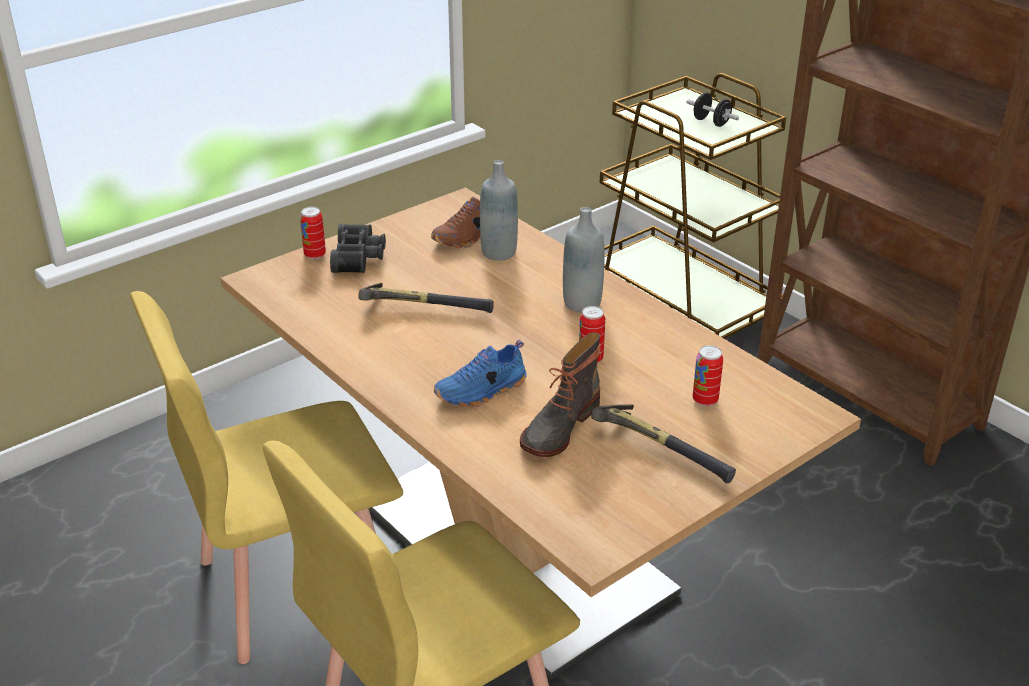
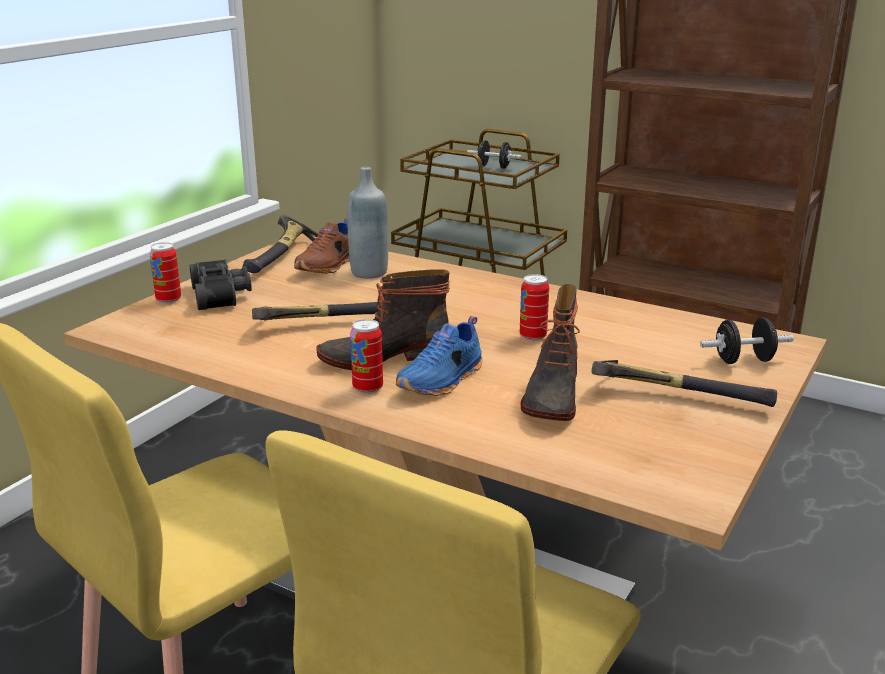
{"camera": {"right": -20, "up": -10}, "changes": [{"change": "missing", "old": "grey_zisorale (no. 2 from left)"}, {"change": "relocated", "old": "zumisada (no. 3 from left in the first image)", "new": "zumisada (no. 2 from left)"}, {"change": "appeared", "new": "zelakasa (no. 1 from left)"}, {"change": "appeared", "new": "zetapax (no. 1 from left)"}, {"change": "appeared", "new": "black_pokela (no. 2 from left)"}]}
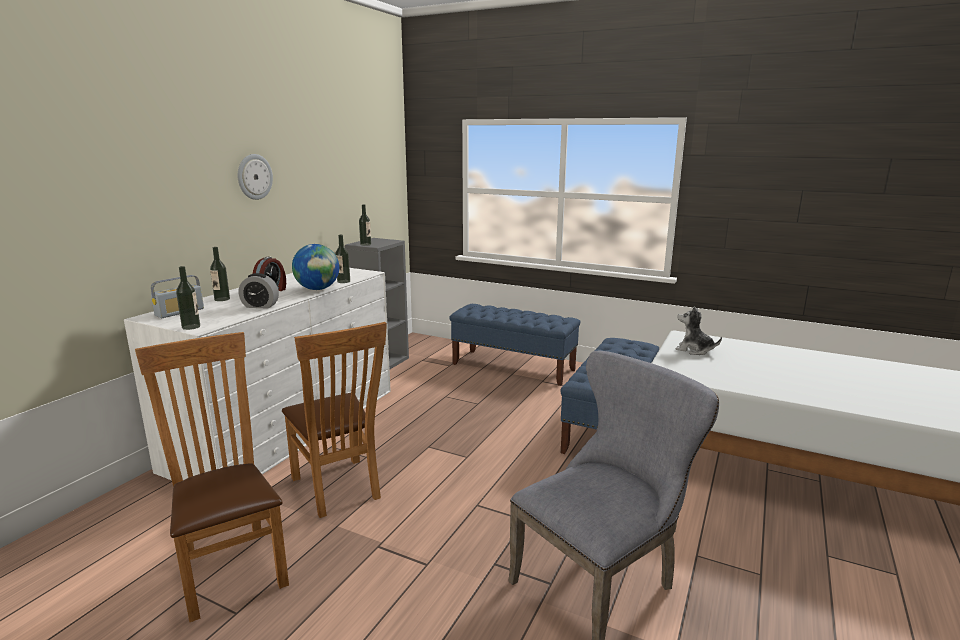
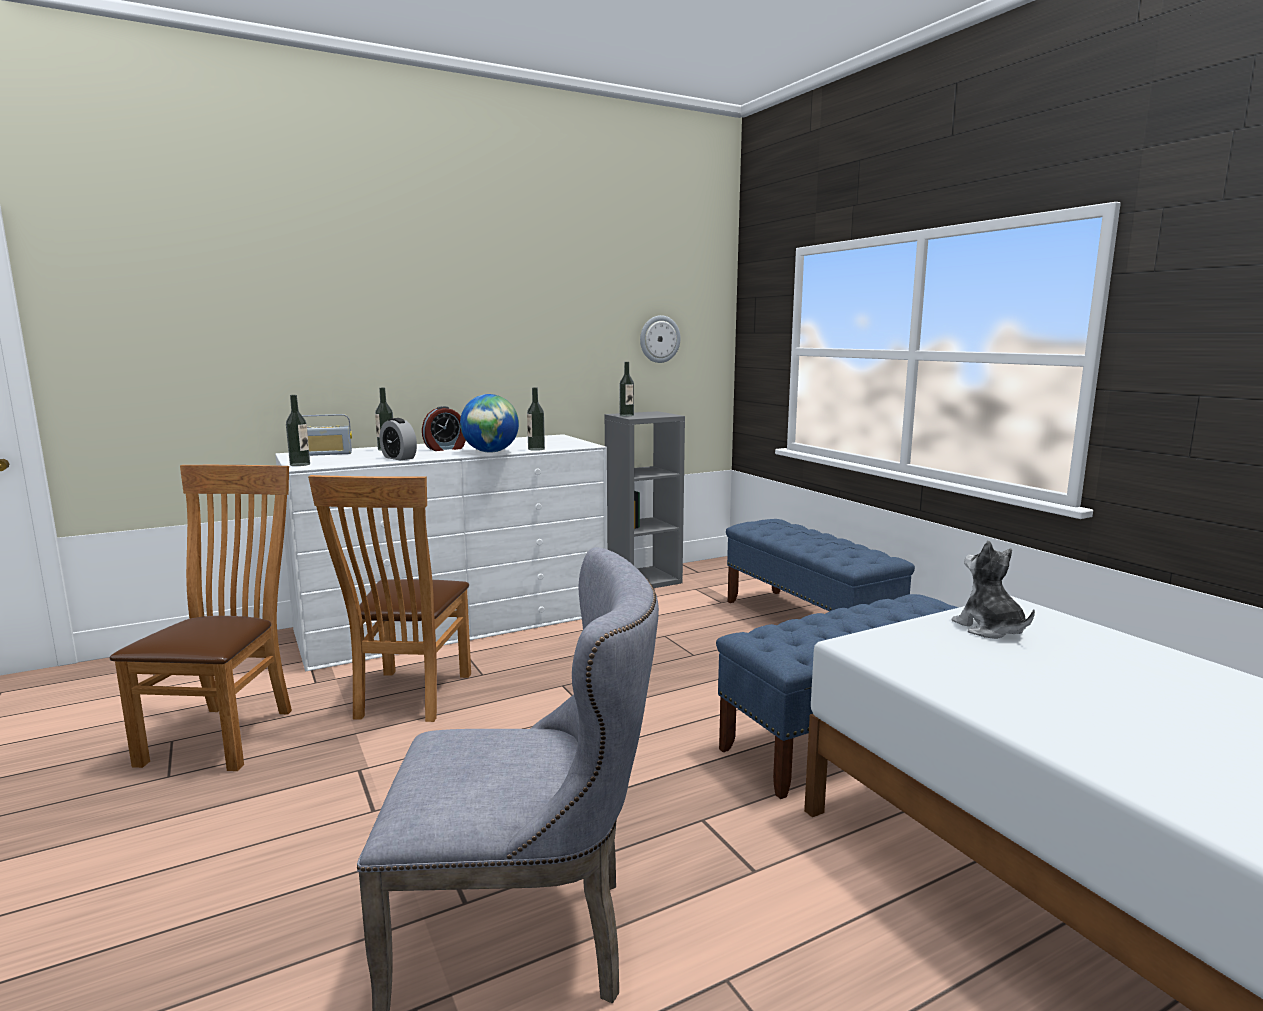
{"camera": {"right": 35, "up": -5}, "changes": [{"change": "relocated", "old": "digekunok"}]}
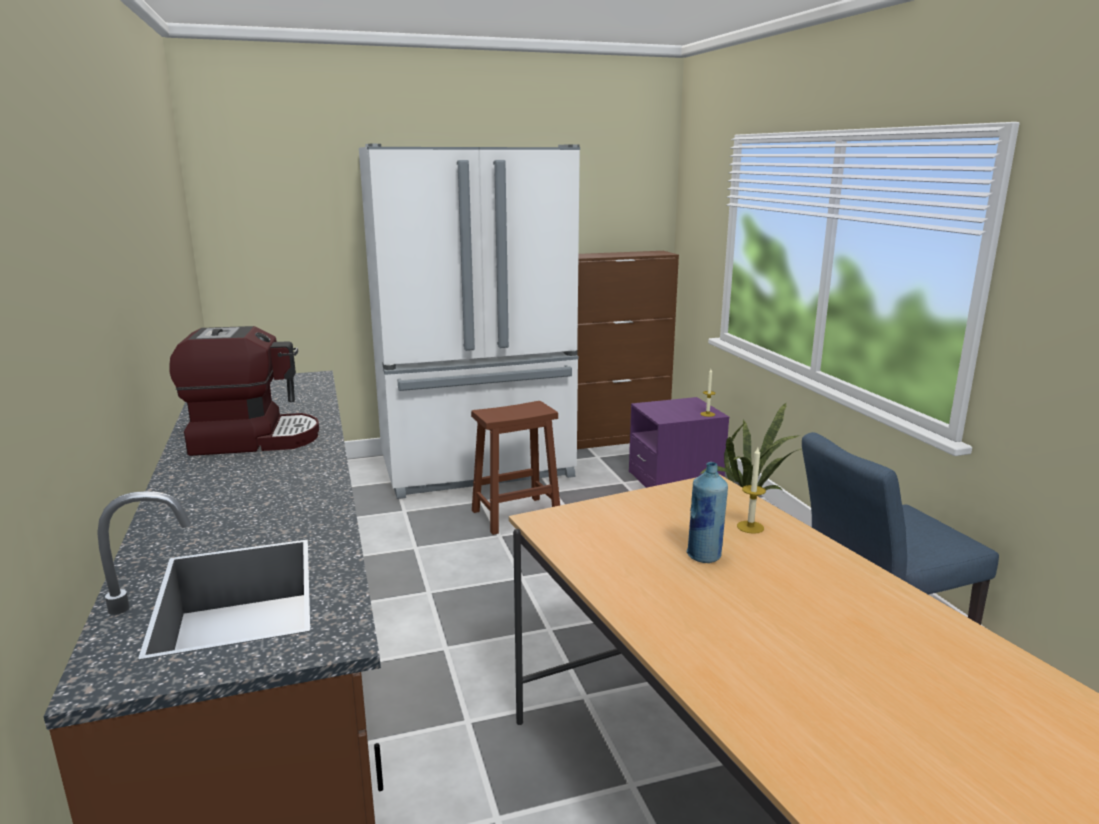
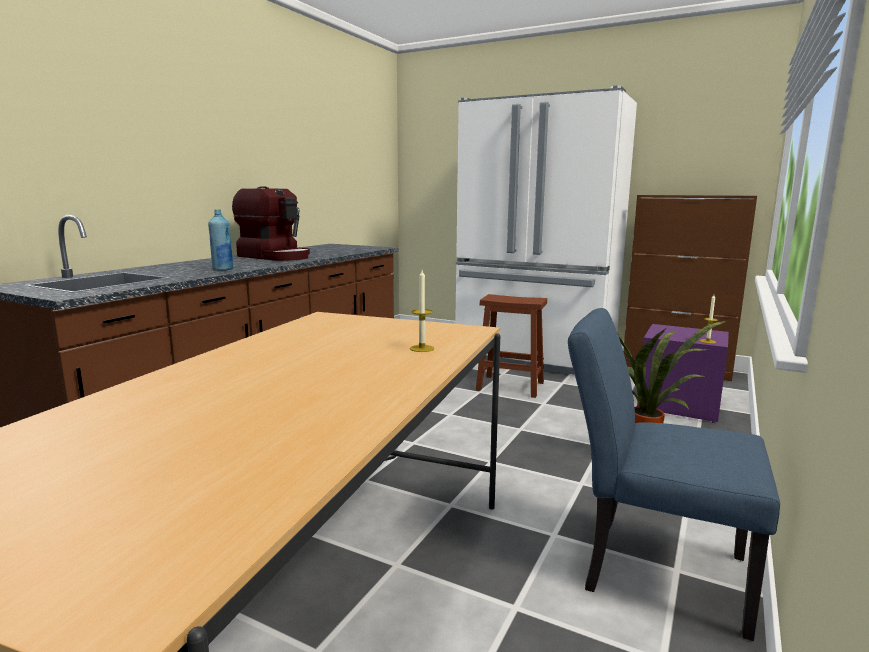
{"camera": {"right": 45, "up": -5}, "changes": [{"change": "relocated", "old": "blue_zisorale"}]}
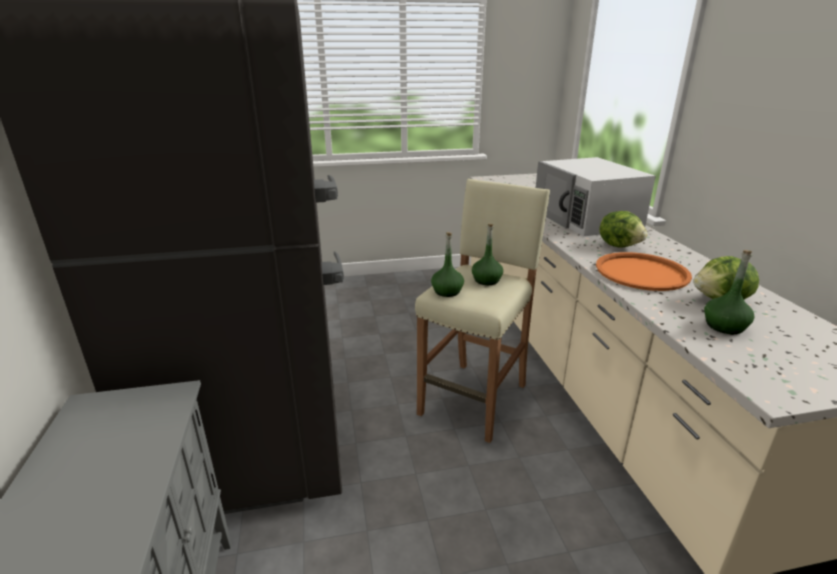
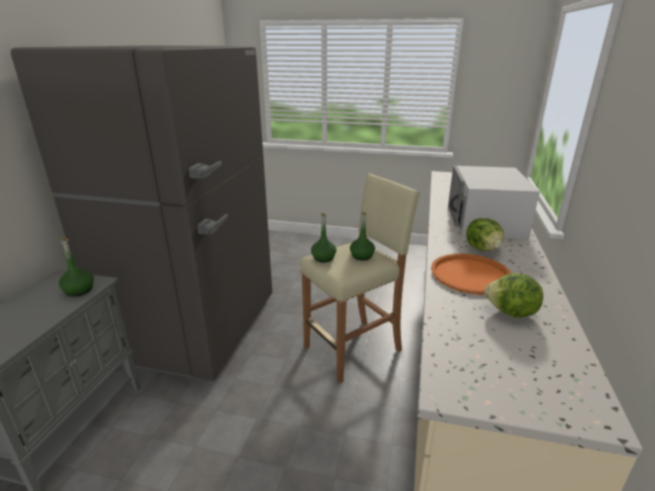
{"camera": {"right": 25, "up": 0}, "changes": [{"change": "relocated", "old": "green_zisorale (no. 3 from left in the first image)", "new": "green_zisorale (no. 1 from left)"}]}
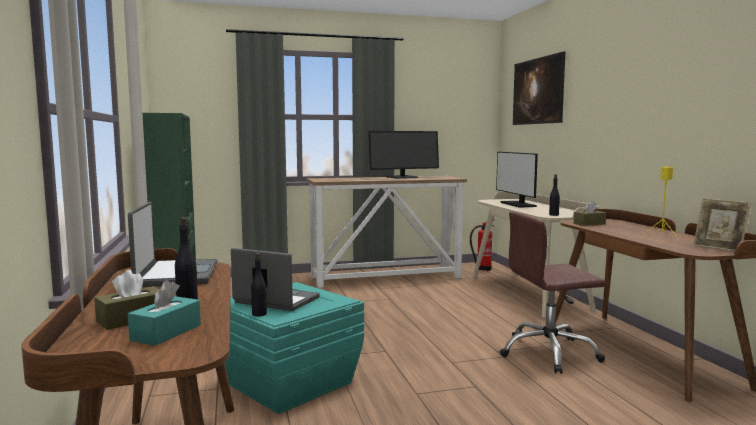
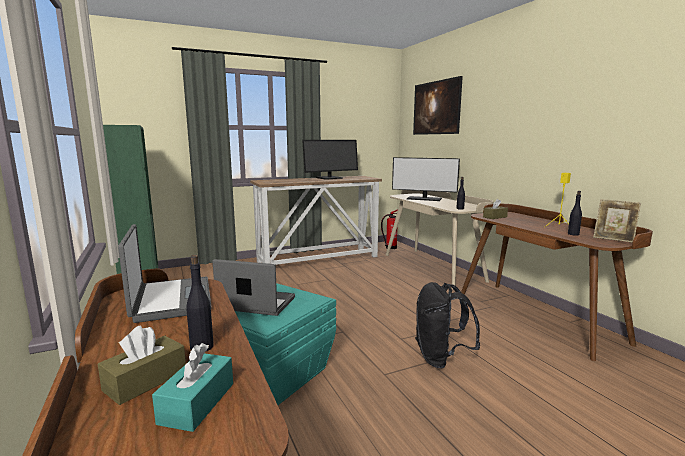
{"camera": {"right": -10, "up": 5}, "changes": [{"change": "spun", "old": "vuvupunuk (no. 2 from left)", "degrees": -45}, {"change": "missing", "old": "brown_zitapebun"}, {"change": "relocated", "old": "black_zisorale (no. 2 from left in the first image)", "new": "black_zisorale (no. 3 from left)"}, {"change": "appeared", "new": "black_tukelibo"}]}
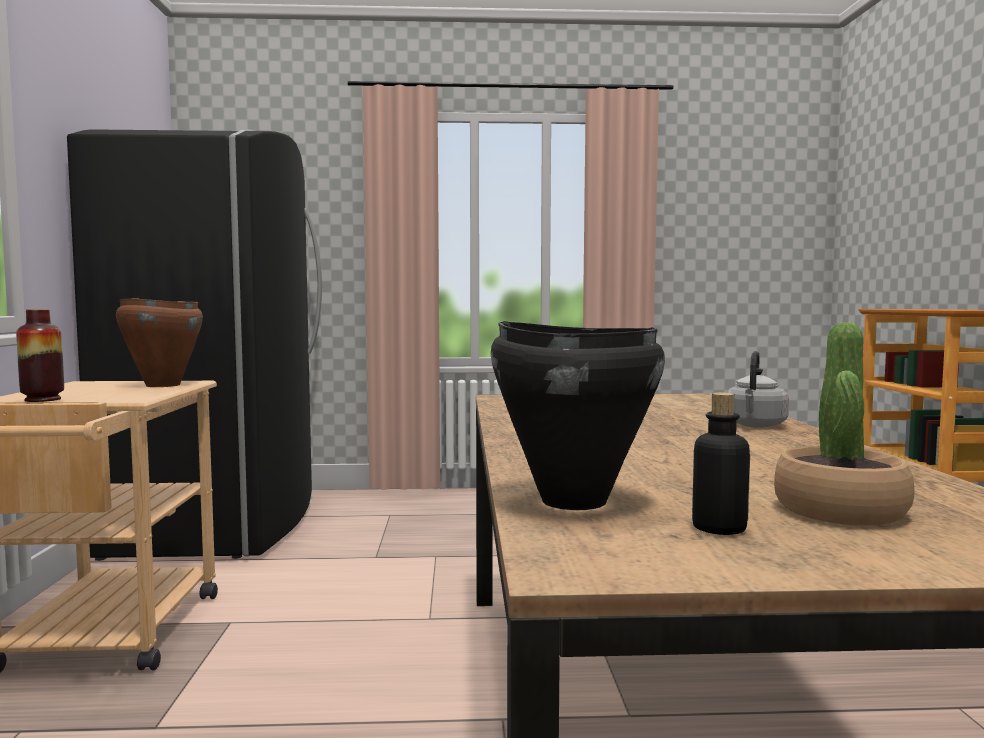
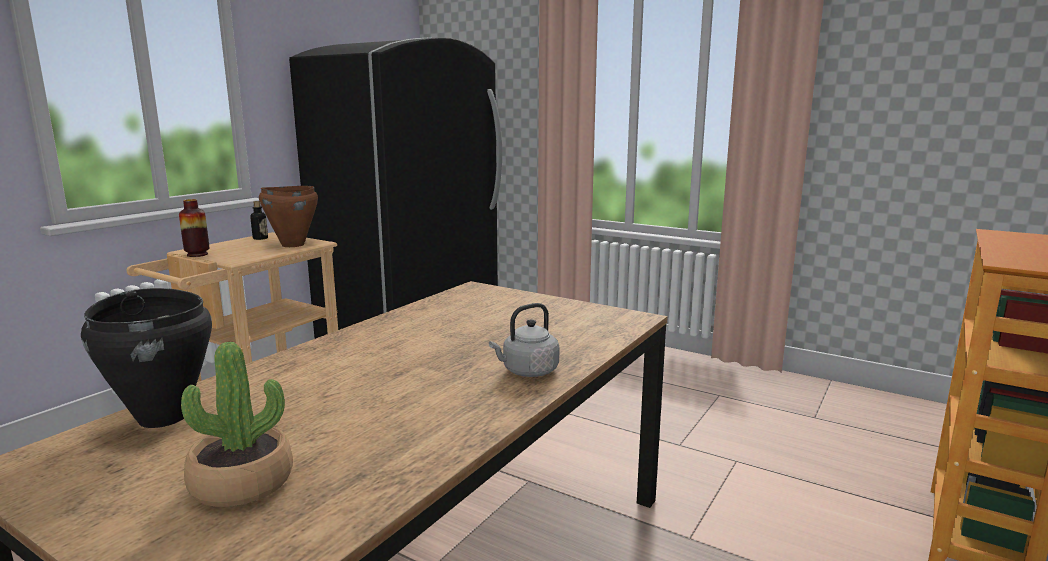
{"camera": {"right": 35, "up": 10}, "changes": [{"change": "relocated", "old": "zisorale"}]}
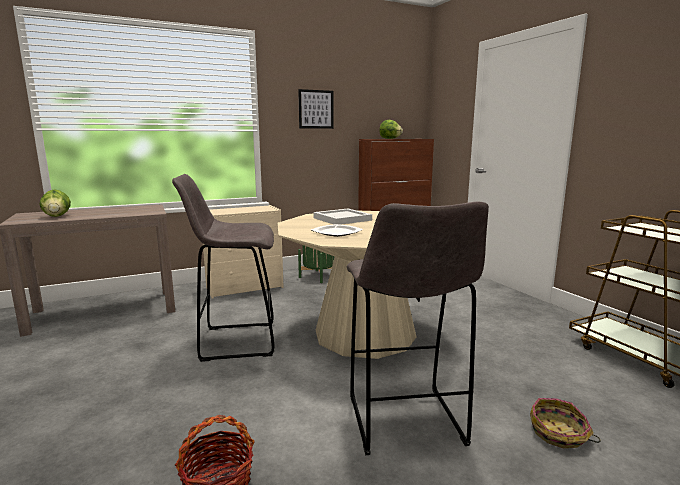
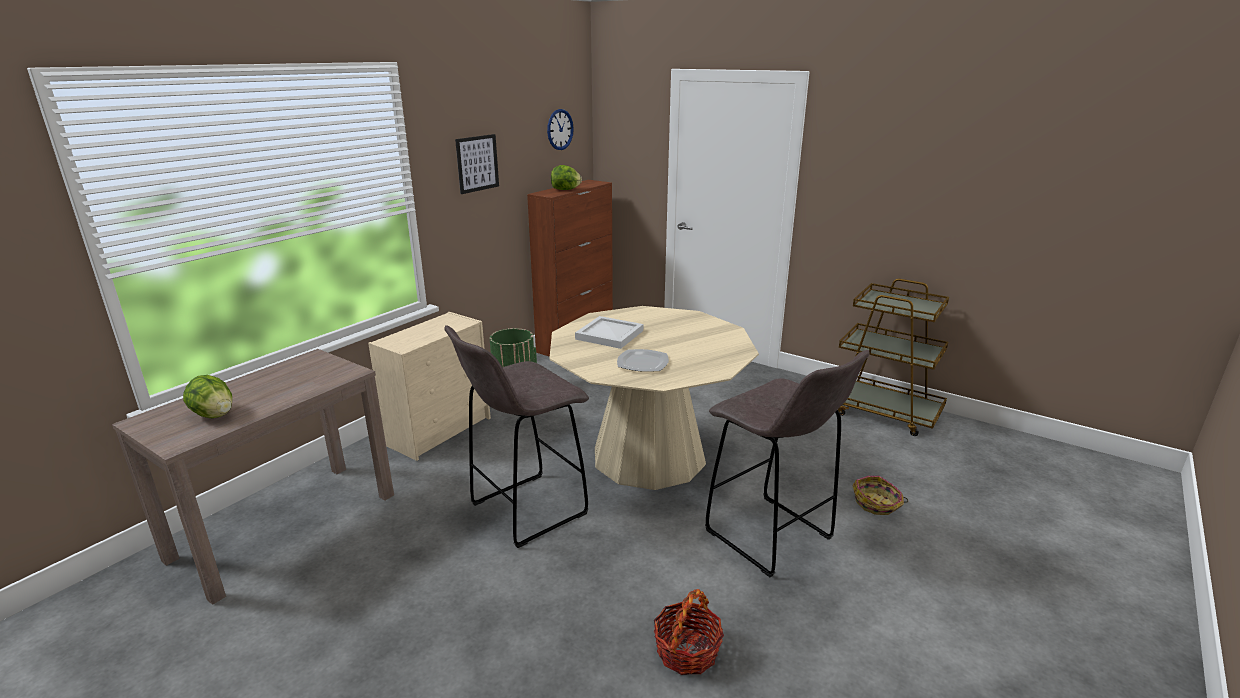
{"camera": {"right": -30, "up": 10}, "changes": [{"change": "appeared", "new": "digekunok"}]}
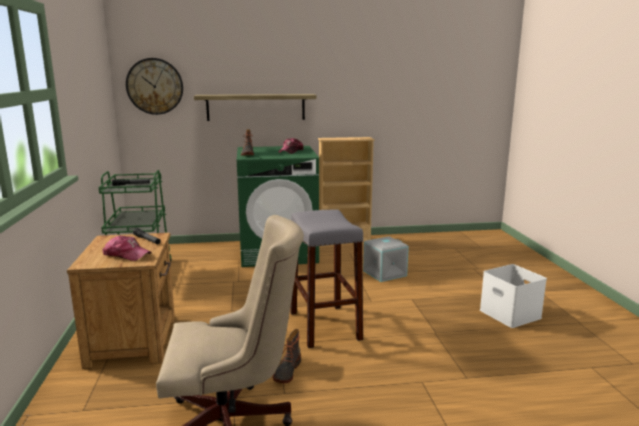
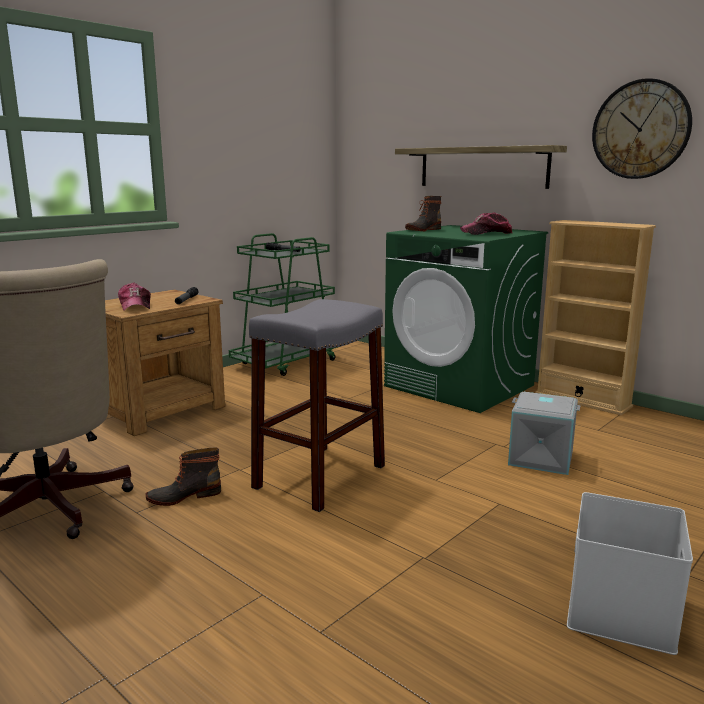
{"camera": {"right": 50, "up": 0}, "changes": [{"change": "relocated", "old": "digekunok"}]}
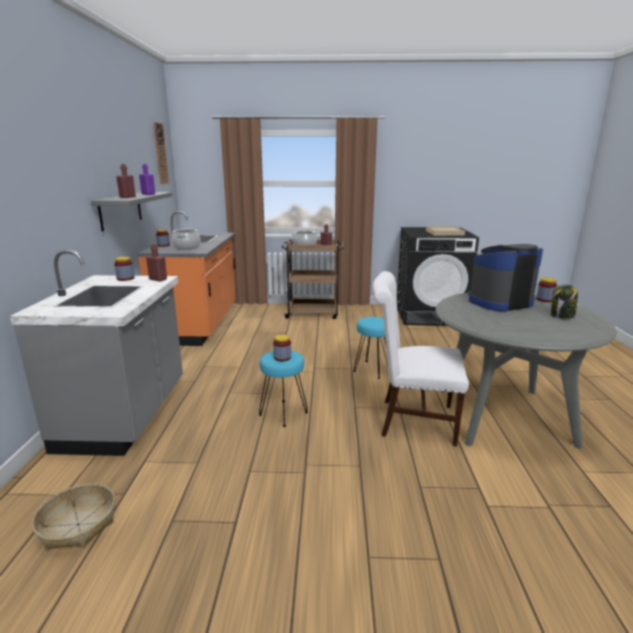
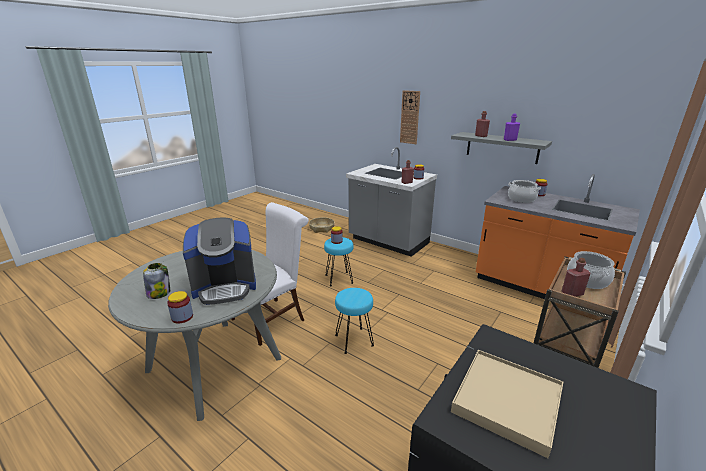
{"camera": {"right": 125, "up": 5}, "changes": [{"change": "relocated", "old": "digekunok"}, {"change": "spun", "old": "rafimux", "degrees": 60}]}
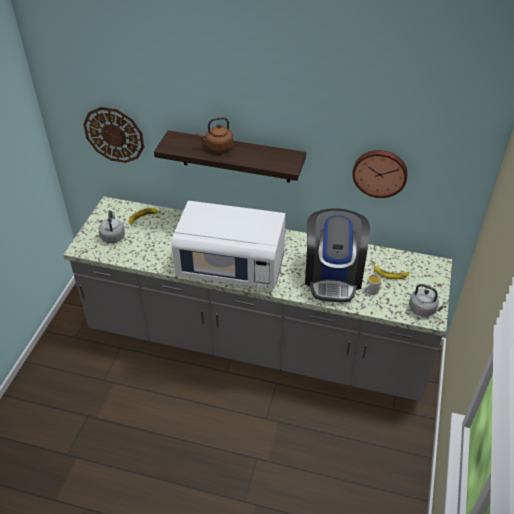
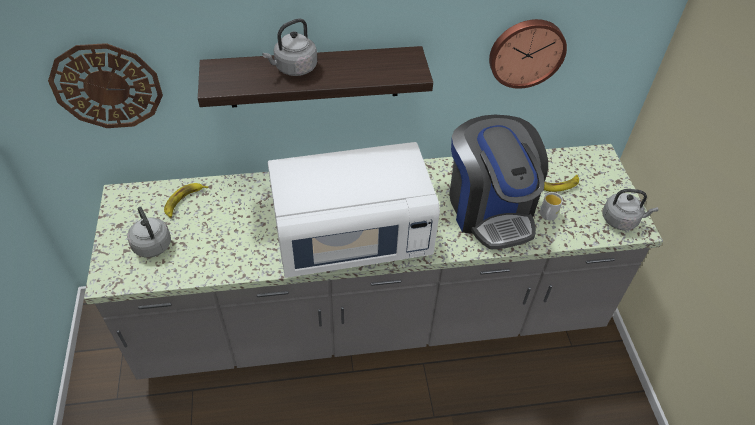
{"camera": {"right": -25, "up": 5}, "changes": [{"change": "colour", "old": "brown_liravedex", "new": "grey_liravedex (no. 2 from left)"}]}
